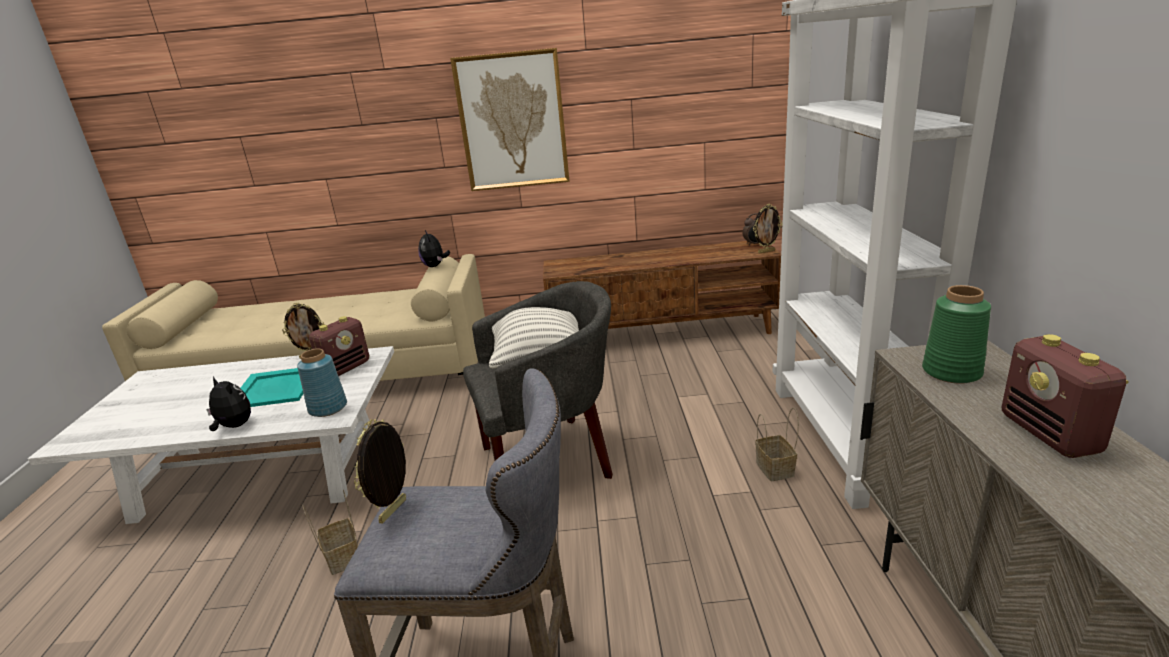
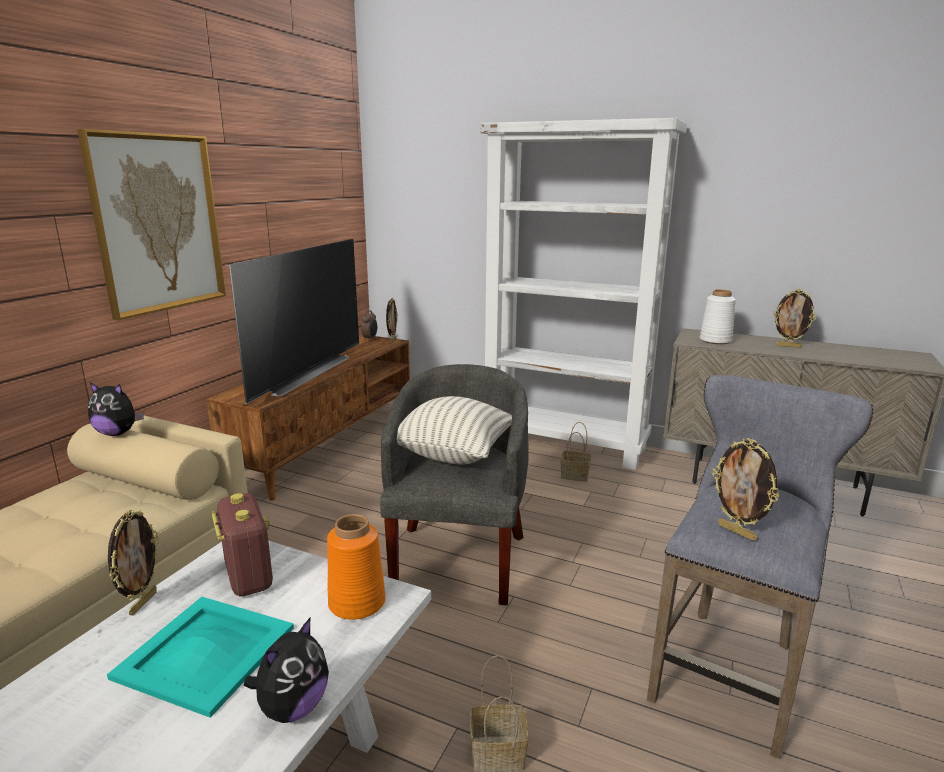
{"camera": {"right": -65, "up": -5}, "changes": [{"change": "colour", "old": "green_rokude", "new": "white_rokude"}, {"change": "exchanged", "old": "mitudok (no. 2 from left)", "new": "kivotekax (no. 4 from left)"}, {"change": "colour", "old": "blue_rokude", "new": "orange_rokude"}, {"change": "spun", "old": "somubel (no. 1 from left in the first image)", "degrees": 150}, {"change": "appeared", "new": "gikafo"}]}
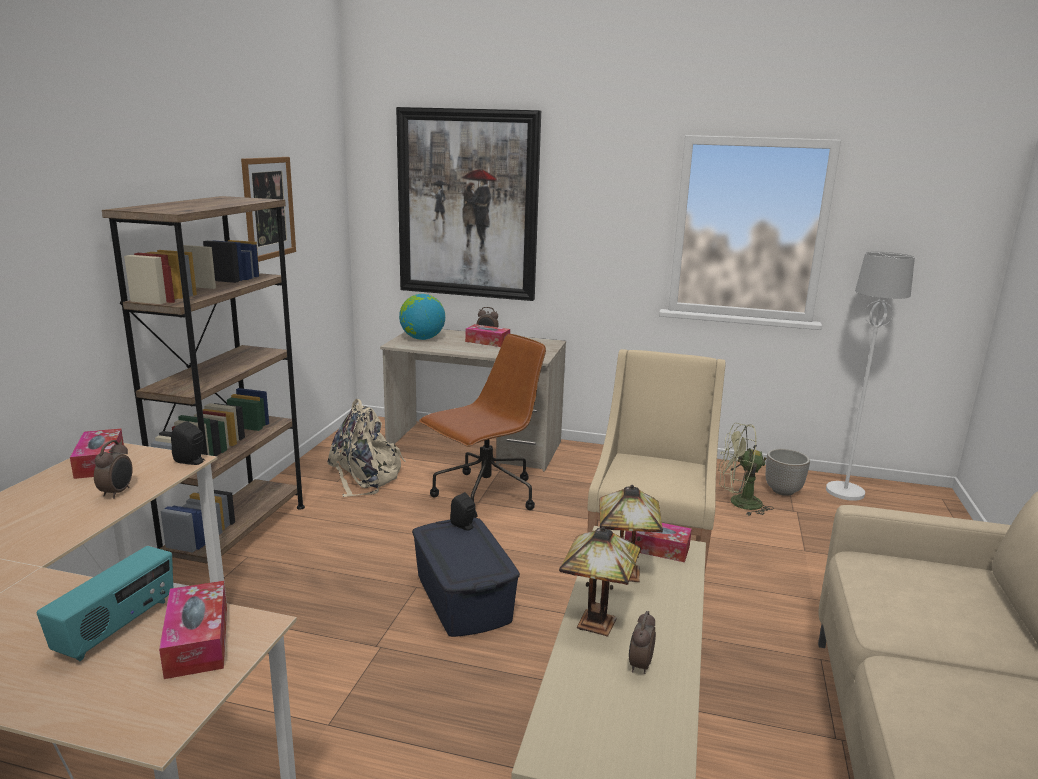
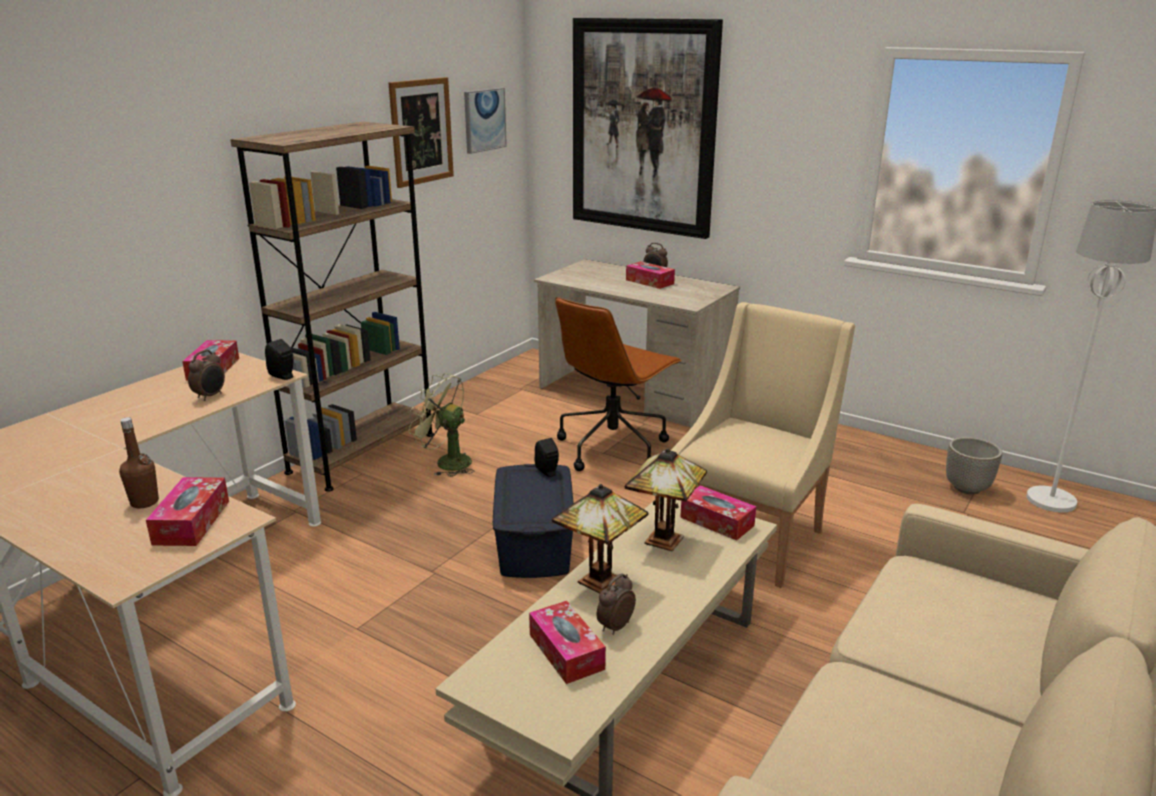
{"camera": {"right": 20, "up": 5}, "changes": [{"change": "missing", "old": "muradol"}, {"change": "spun", "old": "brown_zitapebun", "degrees": 150}, {"change": "missing", "old": "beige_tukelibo"}, {"change": "relocated", "old": "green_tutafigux"}, {"change": "exchanged", "old": "mitudok", "new": "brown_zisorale"}, {"change": "appeared", "new": "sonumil (no. 2 from left)"}, {"change": "appeared", "new": "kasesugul (no. 3 from left)"}]}
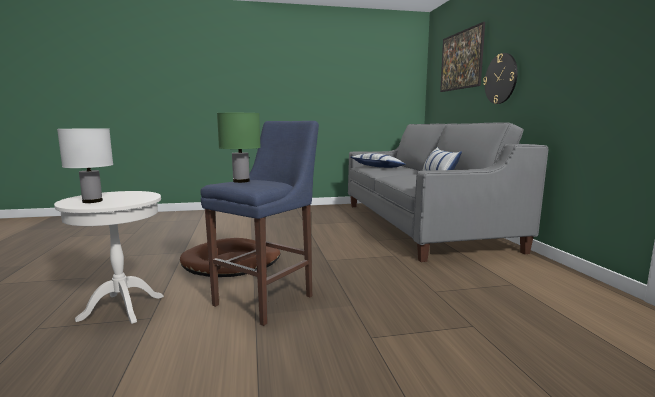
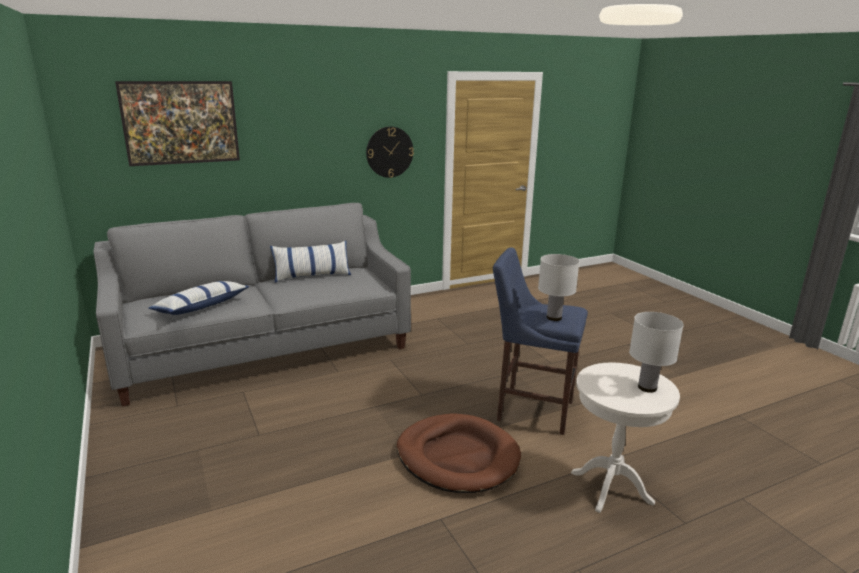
{"camera": {"right": -105, "up": 10}, "changes": [{"change": "relocated", "old": "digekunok"}, {"change": "colour", "old": "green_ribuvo", "new": "white_ribuvo (no. 1 from left)"}]}
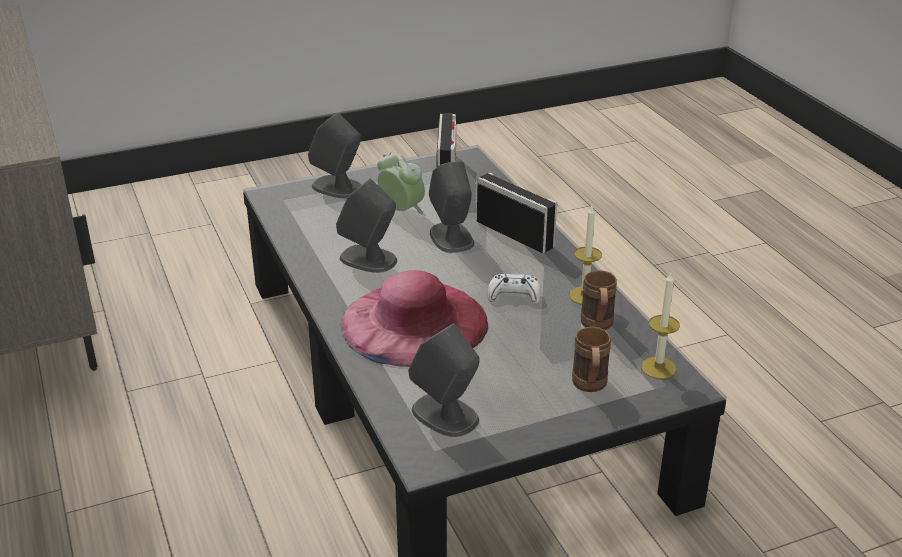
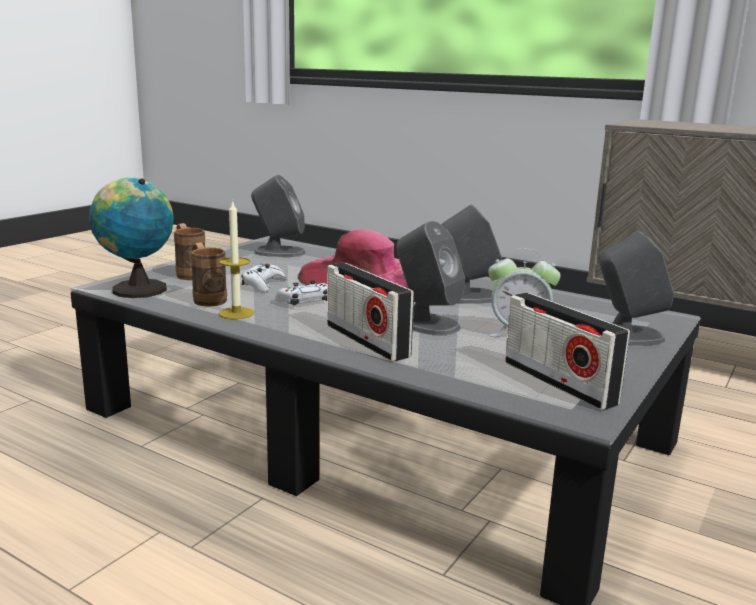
{"camera": {"right": 145, "up": -15}, "changes": [{"change": "spun", "old": "mitudok (no. 2 from left in the first image)", "degrees": 45}, {"change": "exchanged", "old": "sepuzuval (no. 2 from left)", "new": "muradol"}, {"change": "appeared", "new": "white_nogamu (no. 1 from left)"}]}
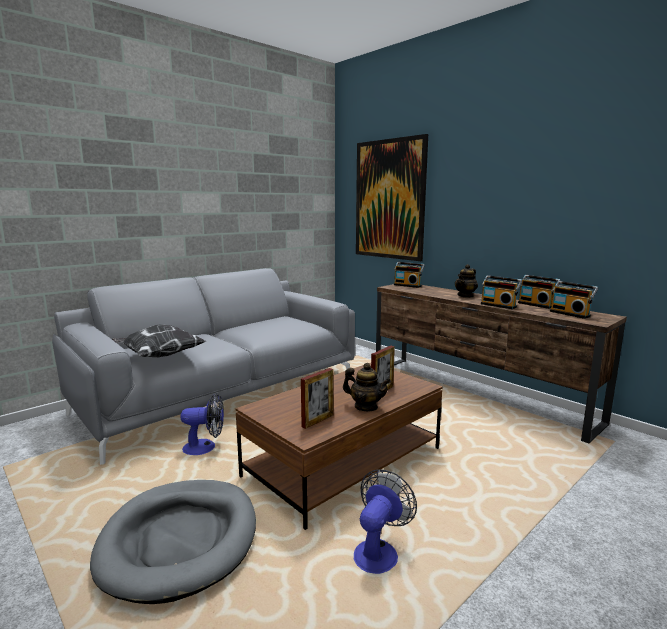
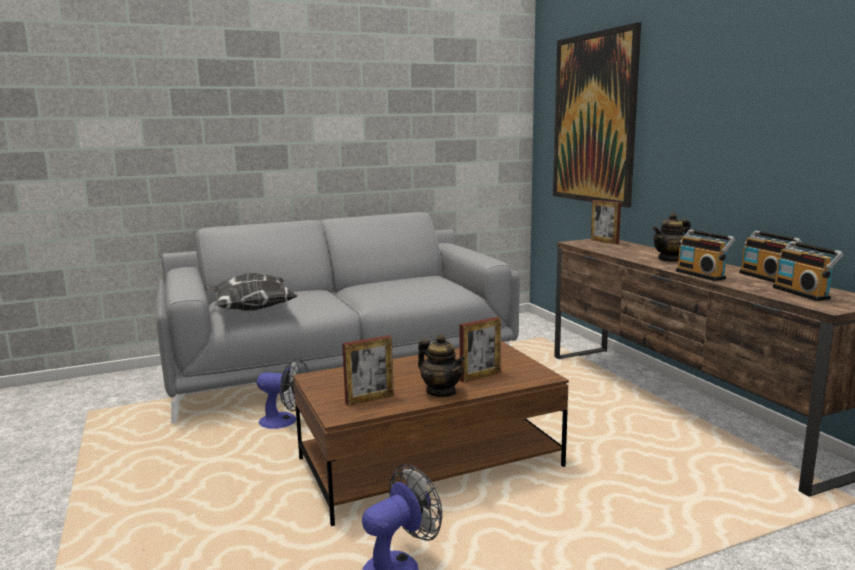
{"camera": {"right": 20, "up": 0}, "changes": [{"change": "exchanged", "old": "mitudok (no. 1 from left)", "new": "kivotekax (no. 3 from left)"}, {"change": "missing", "old": "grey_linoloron"}]}
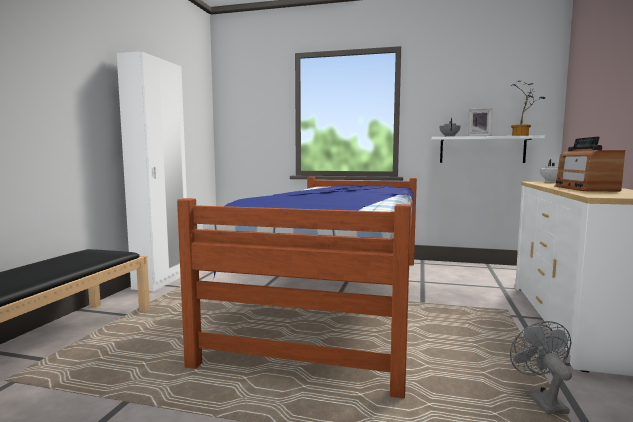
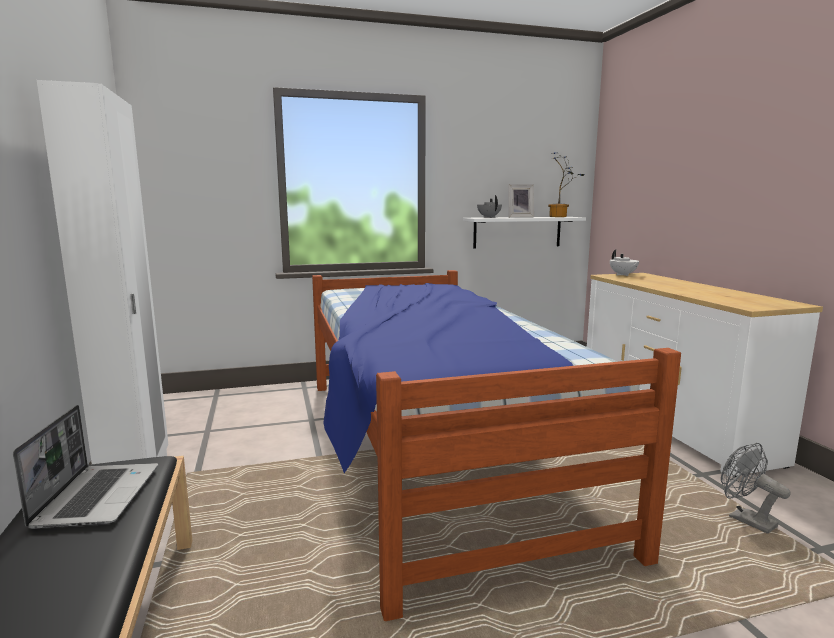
{"camera": {"right": -30, "up": 5}, "changes": [{"change": "missing", "old": "mitudok"}, {"change": "appeared", "new": "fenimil"}]}
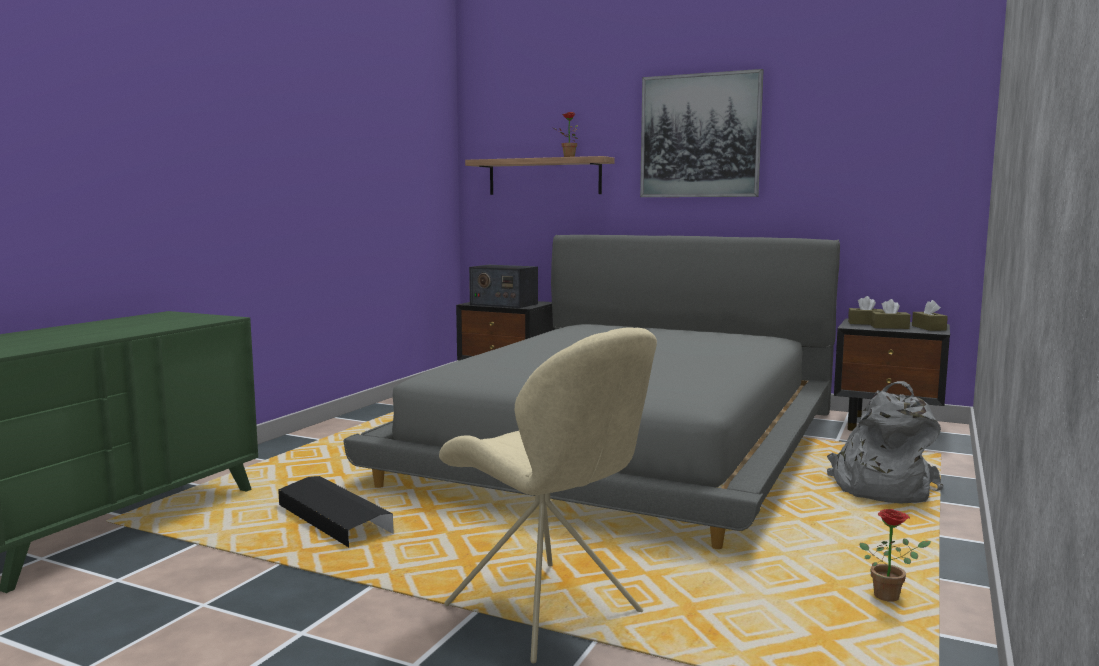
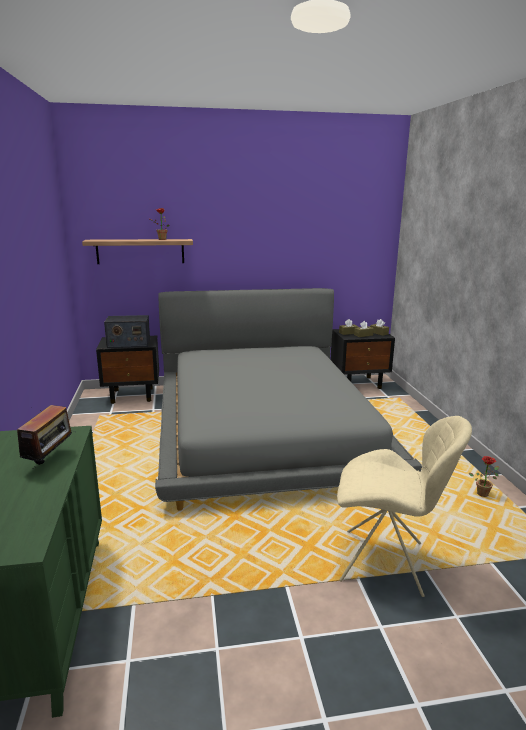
{"camera": {"right": -35, "up": 10}, "changes": [{"change": "missing", "old": "sonumil"}, {"change": "missing", "old": "grey_tukelibo"}, {"change": "missing", "old": "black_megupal"}, {"change": "appeared", "new": "mitudok (no. 1 from left)"}]}
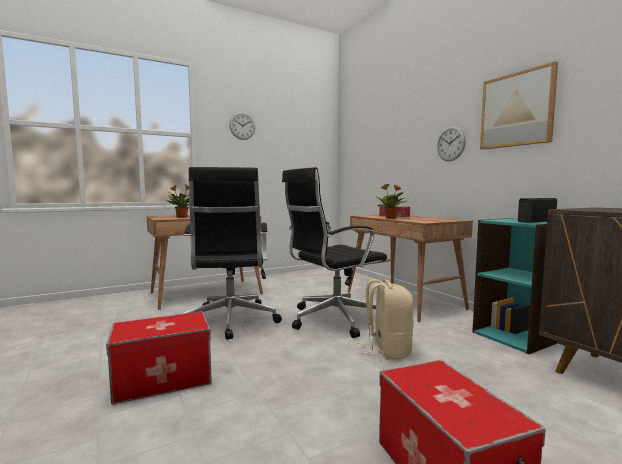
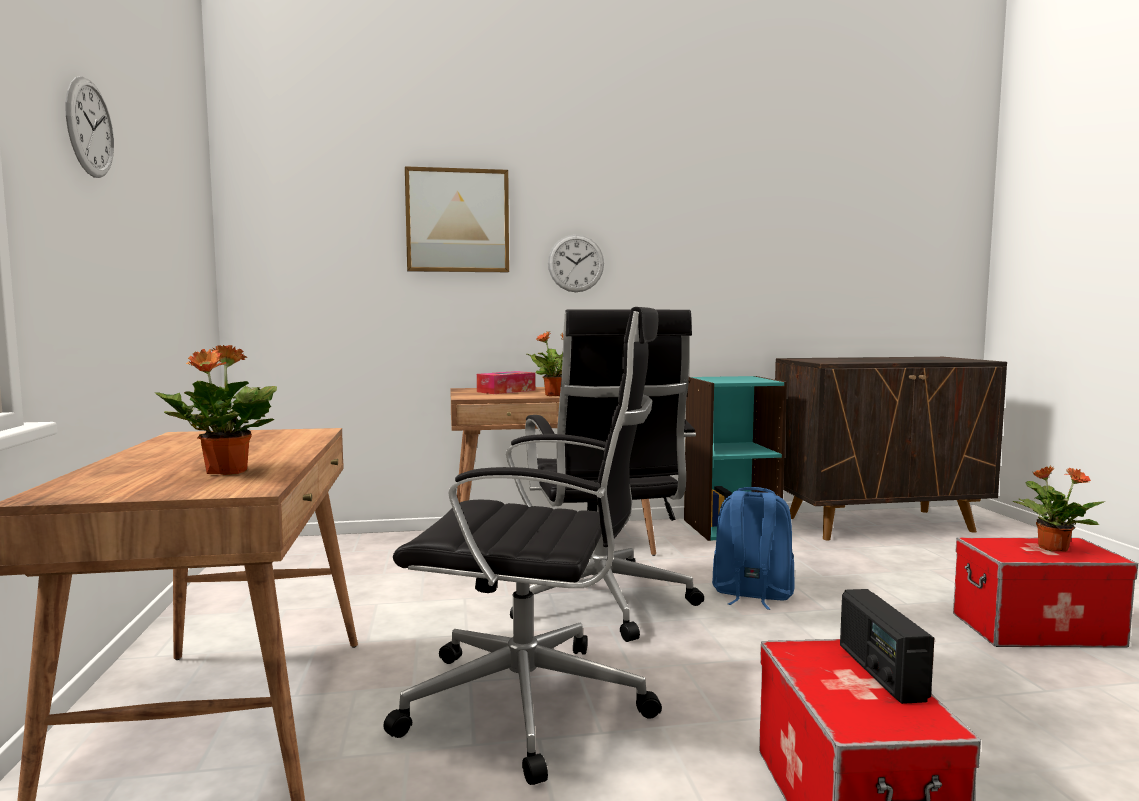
{"camera": {"right": -70, "up": 0}, "changes": [{"change": "relocated", "old": "sonumil"}, {"change": "relocated", "old": "mitudok"}, {"change": "colour", "old": "beige_tukelibo", "new": "blue_tukelibo"}, {"change": "appeared", "new": "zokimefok (no. 3 from left)"}]}
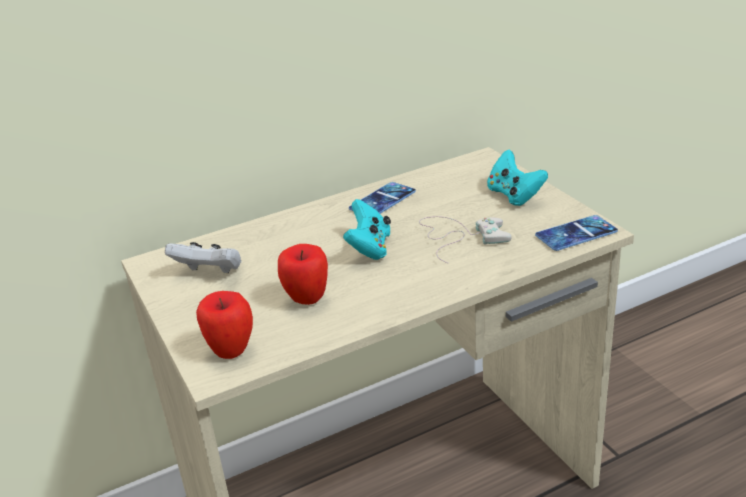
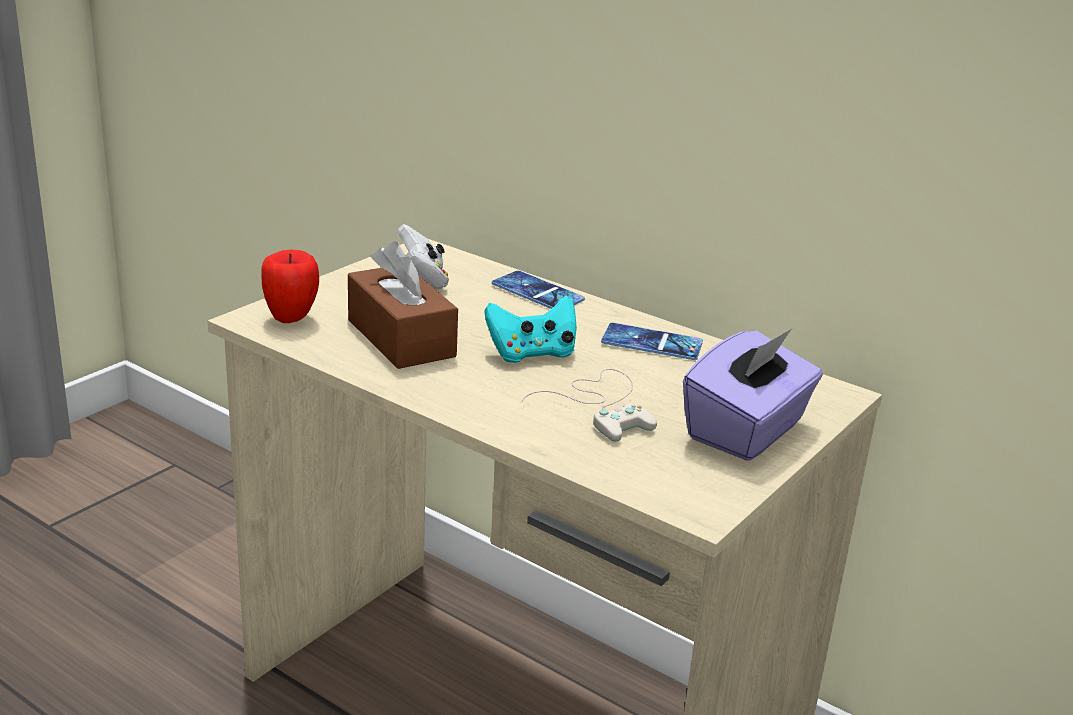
{"camera": {"right": 60, "up": -5}, "changes": [{"change": "exchanged", "old": "turquoise_nogamu (no. 2 from left)", "new": "purple_kasesugul"}, {"change": "relocated", "old": "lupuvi (no. 2 from left in the first image)", "new": "lupuvi (no. 1 from left)"}, {"change": "exchanged", "old": "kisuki (no. 2 from left)", "new": "brown_kasesugul"}]}
